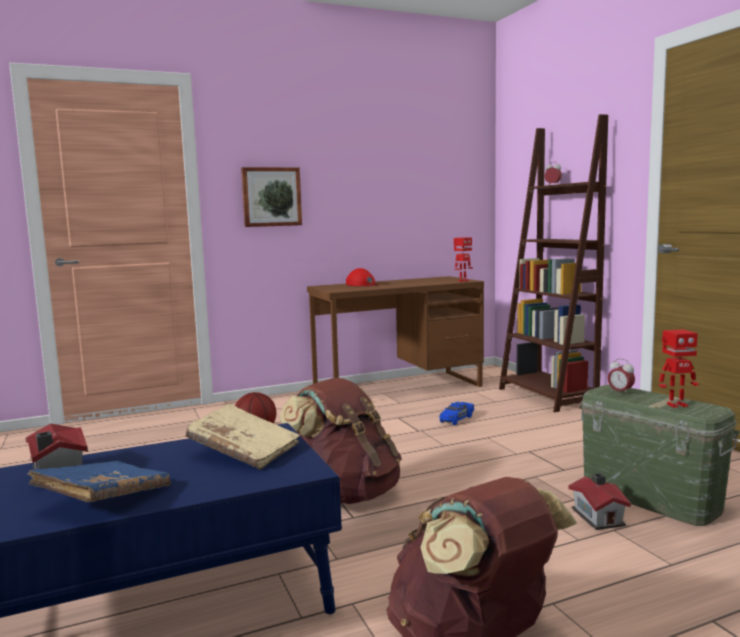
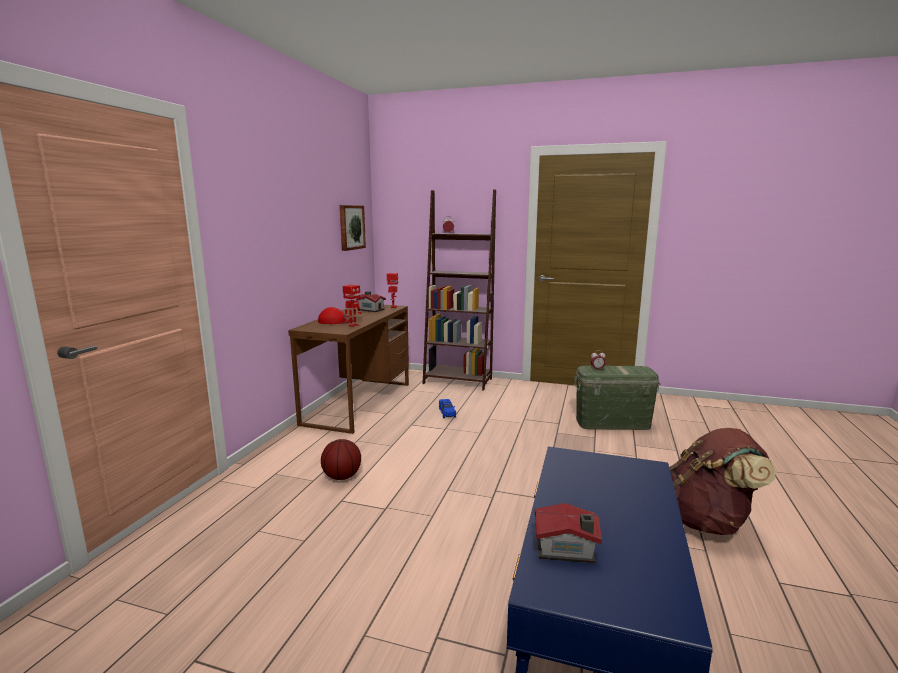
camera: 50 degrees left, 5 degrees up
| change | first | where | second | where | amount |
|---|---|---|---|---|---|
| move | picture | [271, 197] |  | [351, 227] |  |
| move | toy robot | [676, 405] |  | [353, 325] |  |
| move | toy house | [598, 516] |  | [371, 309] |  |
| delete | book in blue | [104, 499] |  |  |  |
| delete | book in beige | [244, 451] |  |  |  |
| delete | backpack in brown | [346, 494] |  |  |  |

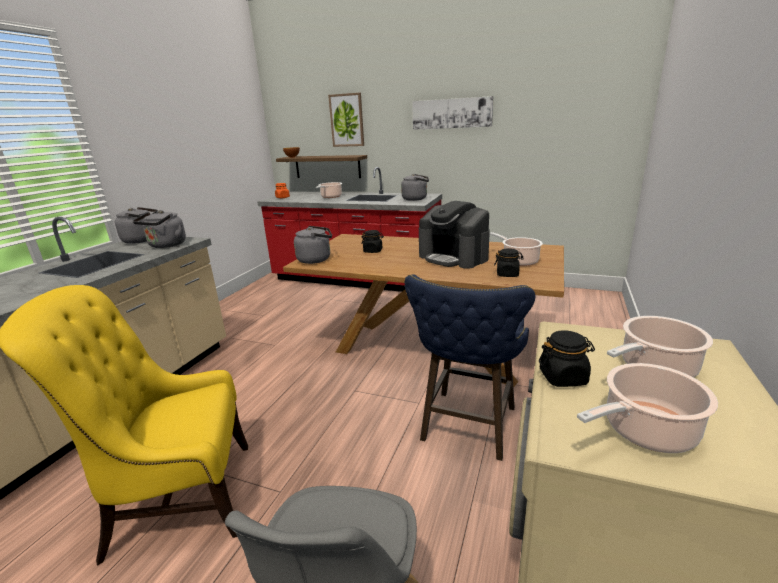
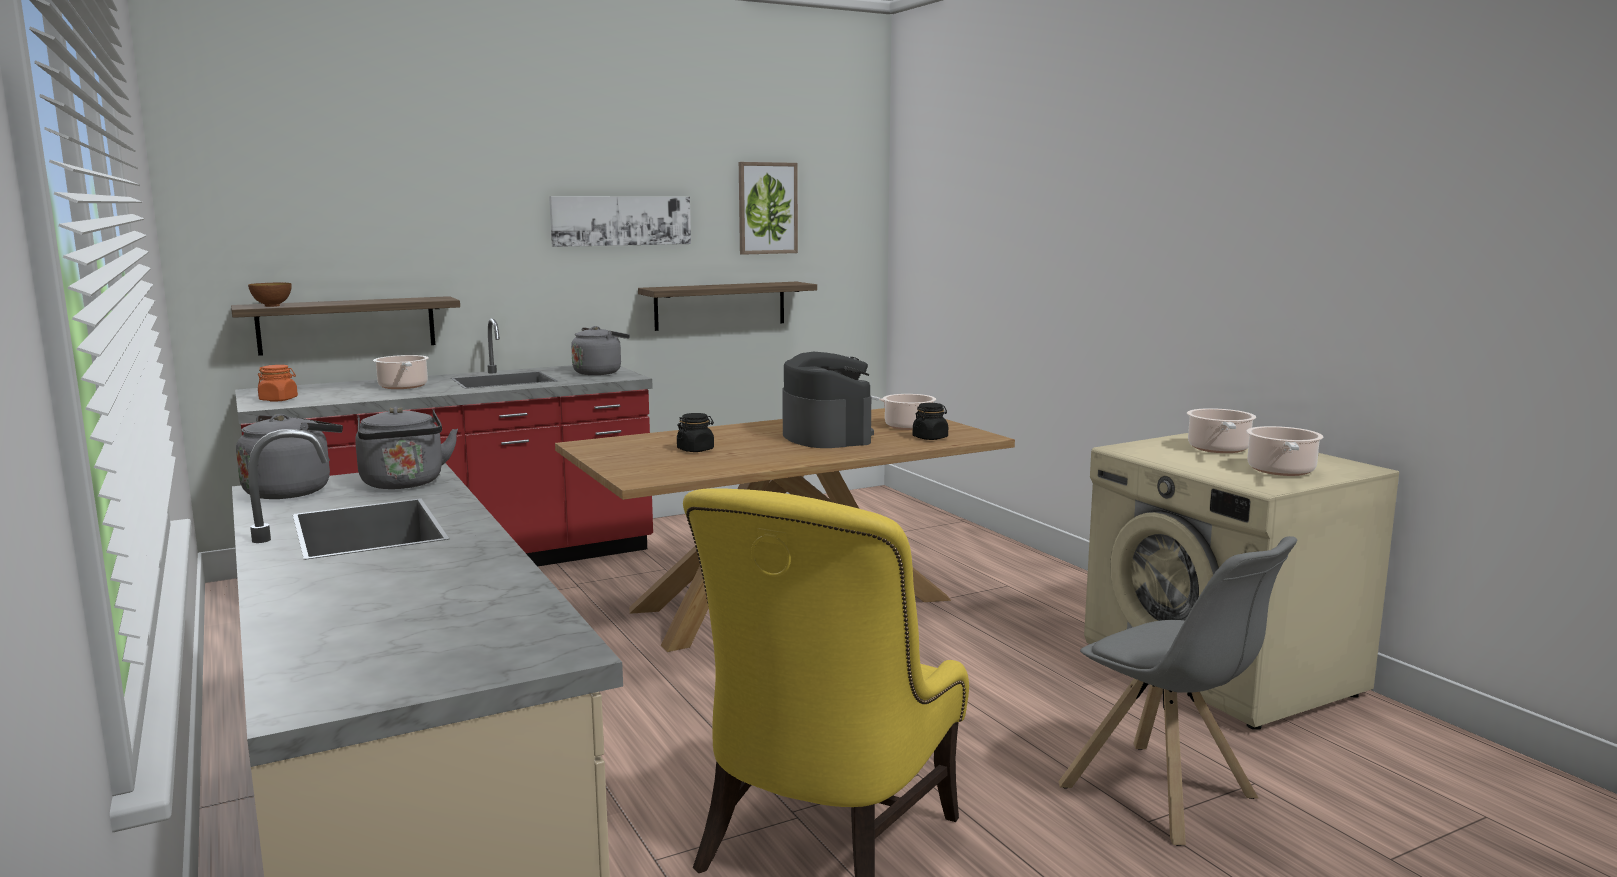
camera: 50 degrees left, 10 degrees down
| change | first | where | second | where | amount |
|---|---|---|---|---|---|
| insert |  |  | shelf | [720, 305] |  |
| move | picture | [347, 120] |  | [767, 208] |  |
| rotate | coffee machine | [454, 257] |  | [826, 436] | 105 degrees counterclockwise |
| delete | kettle in grey | [316, 259] |  |  |  |
| delete | stool in blue | [467, 426] |  |  |  |
| delete | jar in black | [563, 377] |  |  |  |

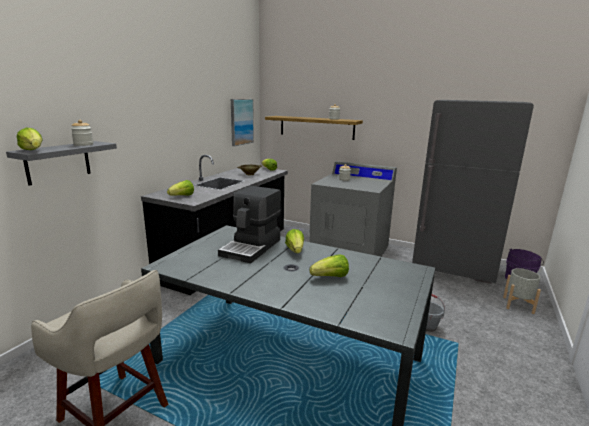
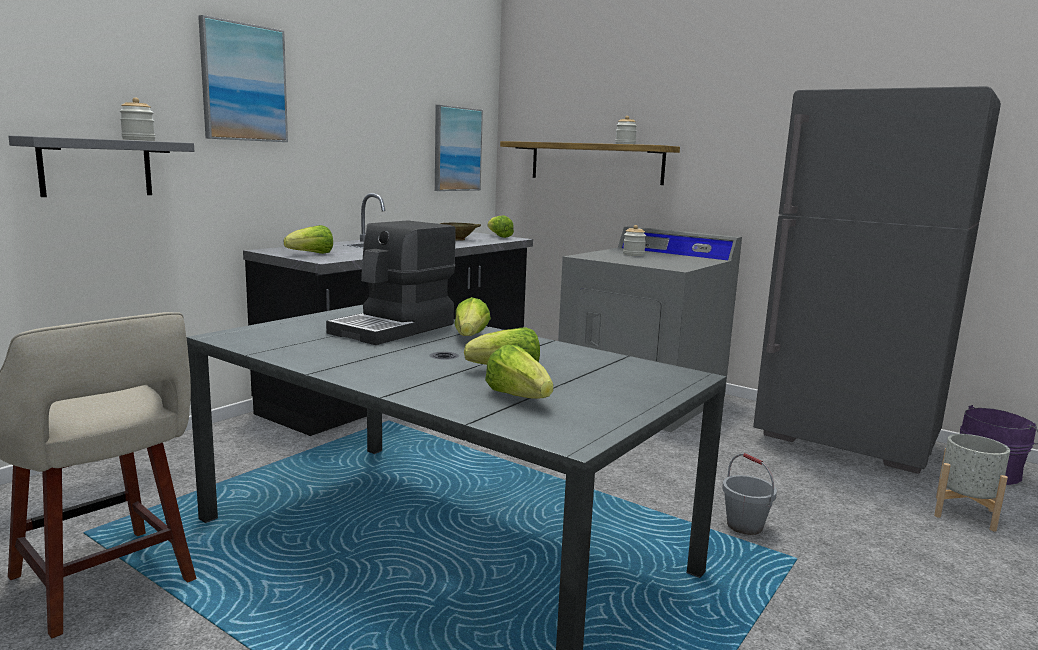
camera: 10 degrees right, 5 degrees down
| change | first | where | second | where | amount |
|---|---|---|---|---|---|
| insert |  |  | picture | [243, 83] |  |
| move | lettuce | [33, 151] |  | [518, 397] |  |

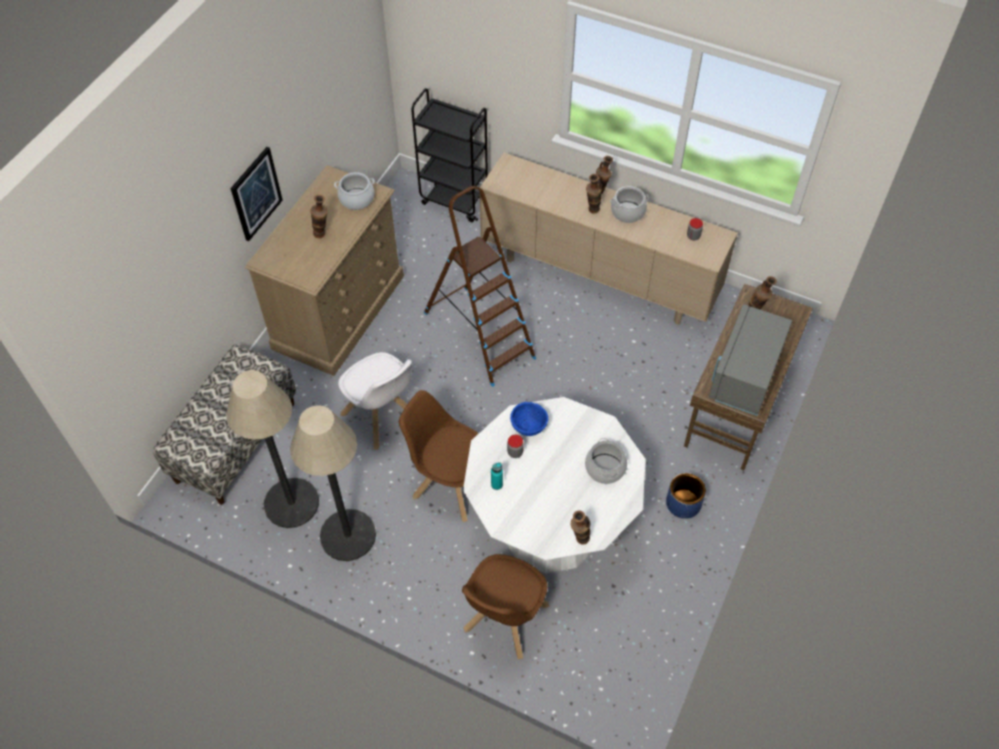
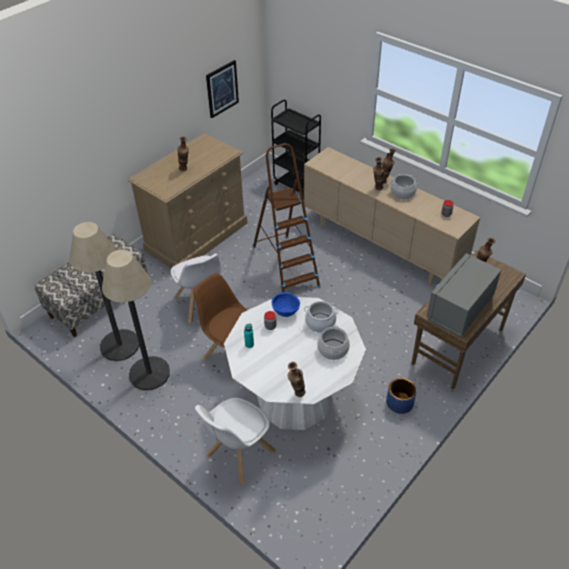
camera: 15 degrees right, 10 degrees down
| change | first | where | second | where | amount |
|---|---|---|---|---|---|
| recolor | chair in brown | [504, 621] | chair in white | [238, 455] |  |
| move | picture | [256, 194] |  | [222, 89] |  |
| move | cooking pot | [356, 199] |  | [320, 323] |  |

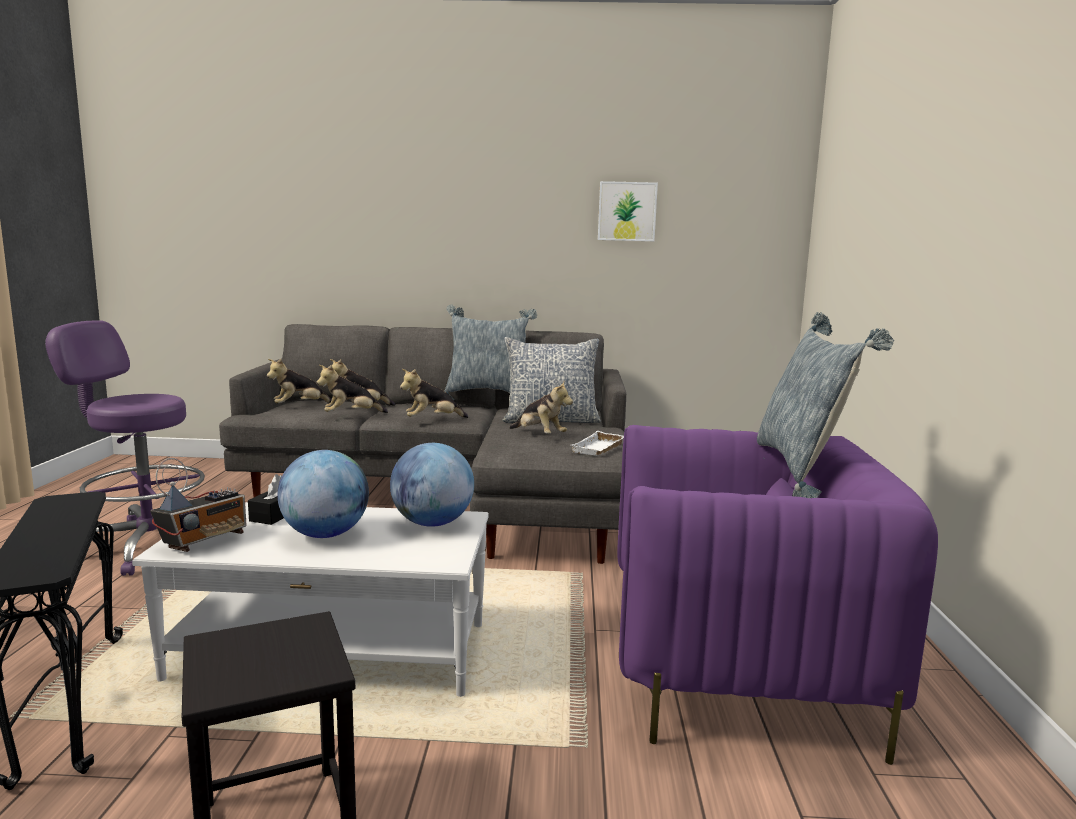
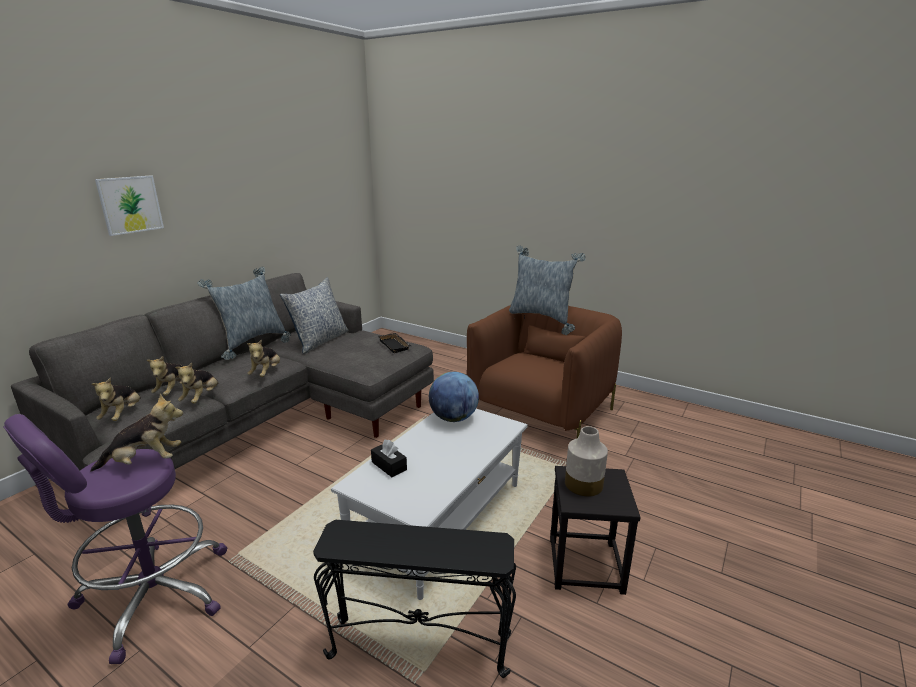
camera: 60 degrees left, 10 degrees up
| change | first | where | second | where | amount |
|---|---|---|---|---|---|
| move | plush toy | [539, 435] |  | [145, 462] |  |
| move | picture | [627, 211] |  | [130, 204] |  |
| recolor | tray in white | [599, 449] | tray in black | [395, 345] |  |
| recolor | armchair in purple | [742, 669] | armchair in brown | [541, 411] |  |
| insert |  |  | vase in beige | [584, 484] |  |
| delete | radio | [205, 541] |  |  |  |
| delete | globe | [325, 534] |  |  |  |

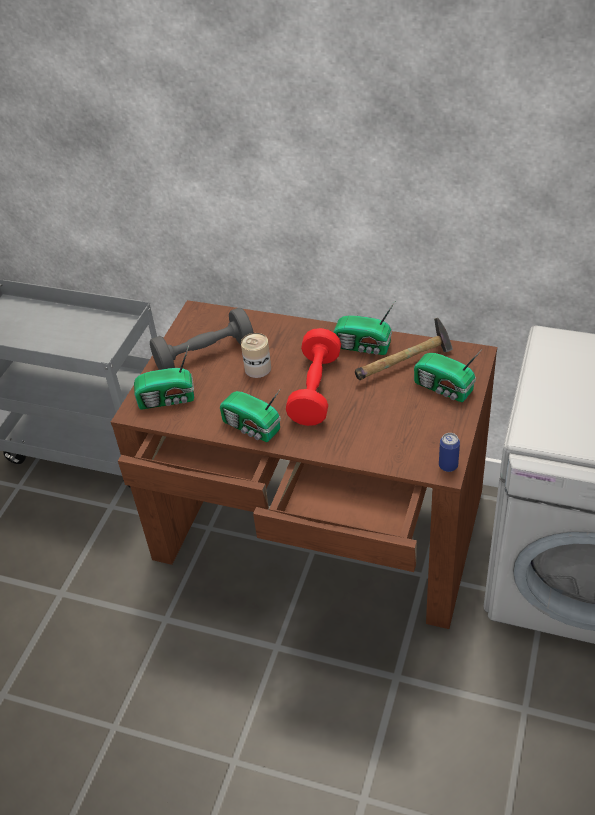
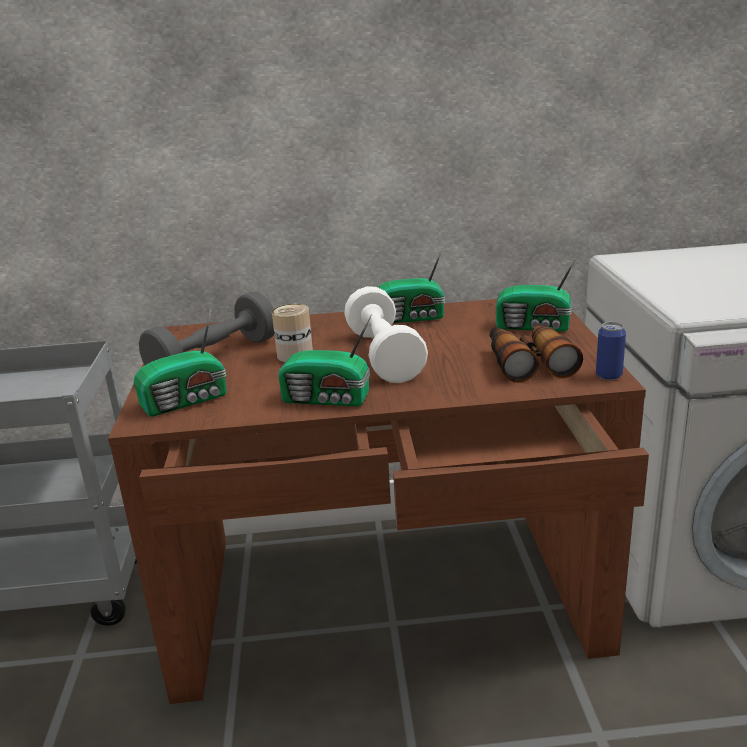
camera: 25 degrees left, 20 degrees down
| change | first | where | second | where | amount |
|---|---|---|---|---|---|
| recolor | dumbbell in red | [315, 390] | dumbbell in white | [384, 356] |  |
| insert |  |  | binoculars | [528, 362] |  |
| delete | hammer | [405, 363] |  |  |  |

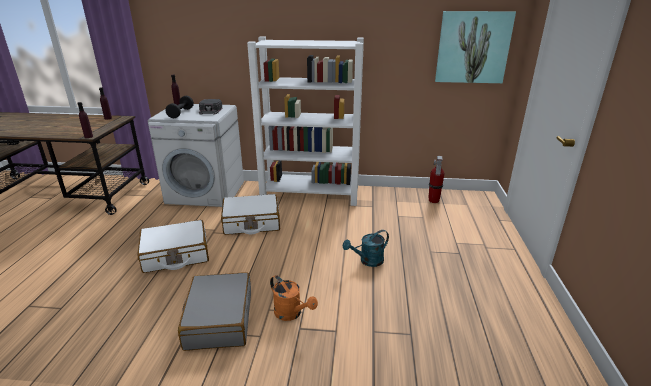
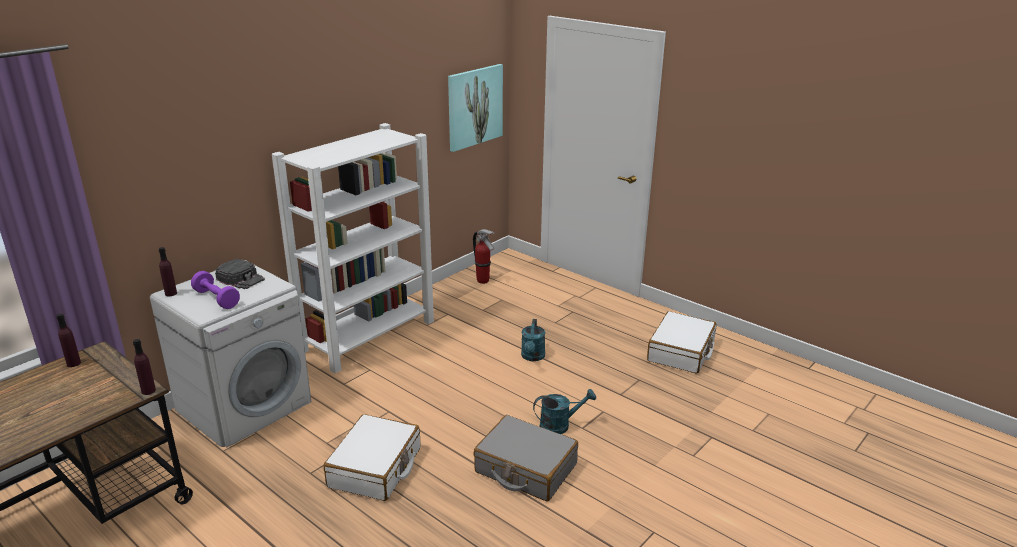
camera: 55 degrees left, 0 degrees up
| change | first | where | second | where | amount |
|---|---|---|---|---|---|
| recolor | dumbbell in black | [181, 113] | dumbbell in purple | [216, 299] |  |
| recolor | watering can in orange | [291, 314] | watering can in turquoise | [560, 425] |  |
| move | suitcase in white | [251, 222] |  | [681, 352] |  |

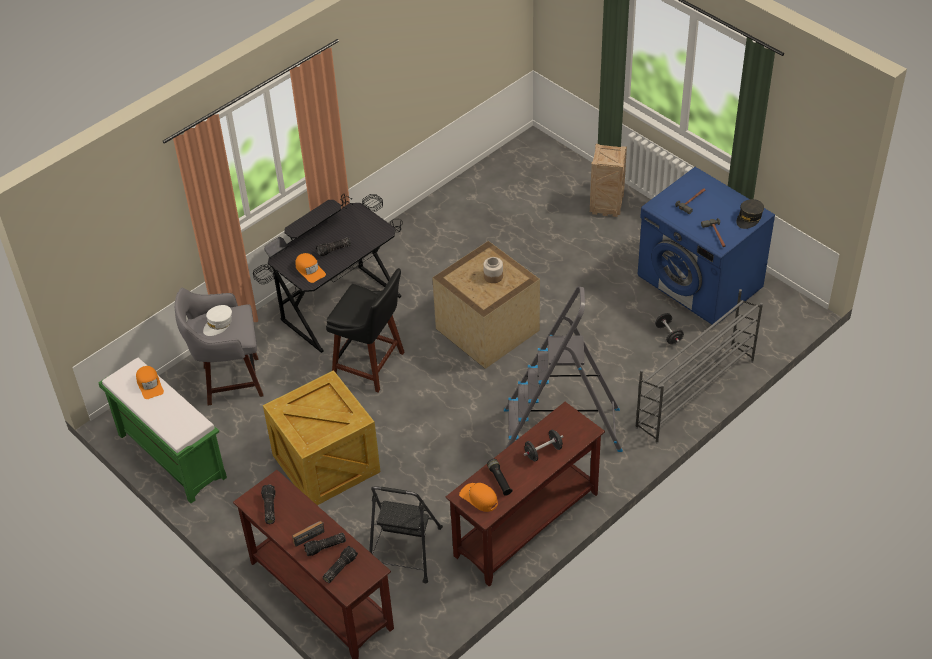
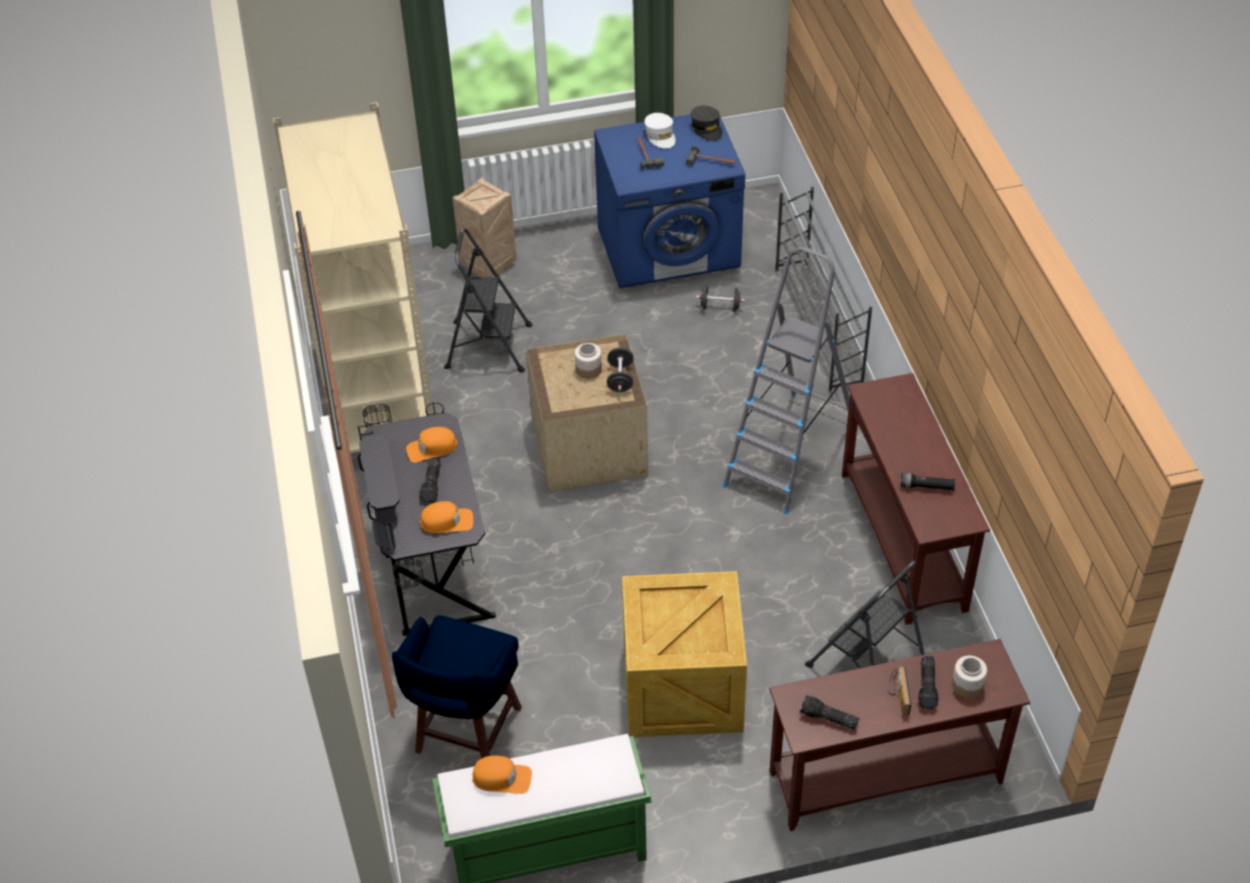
camera: 60 degrees left, 0 degrees up
| change | first | where | second | where | amount |
|---|---|---|---|---|---|
| insert |  |  | bookcase in beige | [377, 401] |  |
| recolor | stool in grey | [229, 381] | stool in blue | [466, 734] |  |
| move | cap in orange | [479, 498] |  | [432, 448] |  |
| insert |  |  | step ladder in black | [485, 345] |  |
| move | dumbbell in black | [543, 452] |  | [620, 378] |  |
| move | cap in white | [218, 324] |  | [660, 135] |  |
| replace | flashlight | [339, 567] | jar | [967, 685] |  |
| delete | chair in black | [371, 365] |  |  |  |

